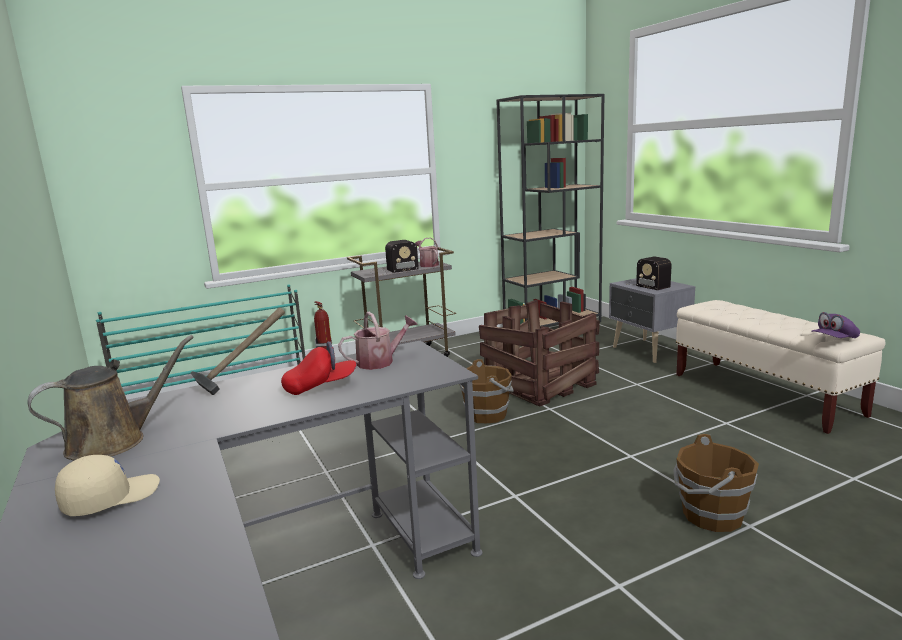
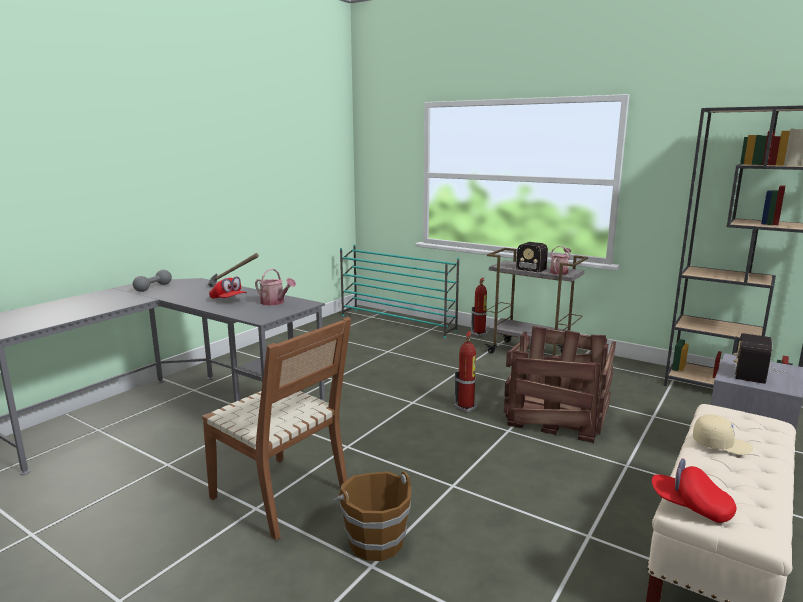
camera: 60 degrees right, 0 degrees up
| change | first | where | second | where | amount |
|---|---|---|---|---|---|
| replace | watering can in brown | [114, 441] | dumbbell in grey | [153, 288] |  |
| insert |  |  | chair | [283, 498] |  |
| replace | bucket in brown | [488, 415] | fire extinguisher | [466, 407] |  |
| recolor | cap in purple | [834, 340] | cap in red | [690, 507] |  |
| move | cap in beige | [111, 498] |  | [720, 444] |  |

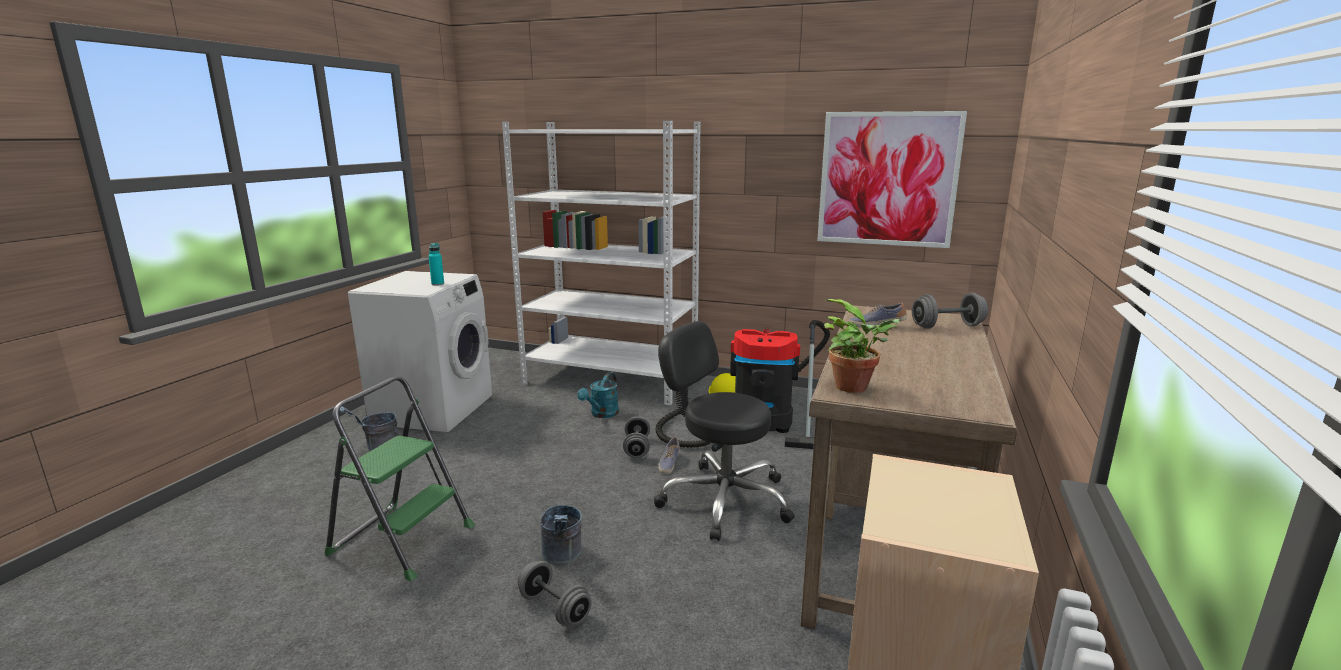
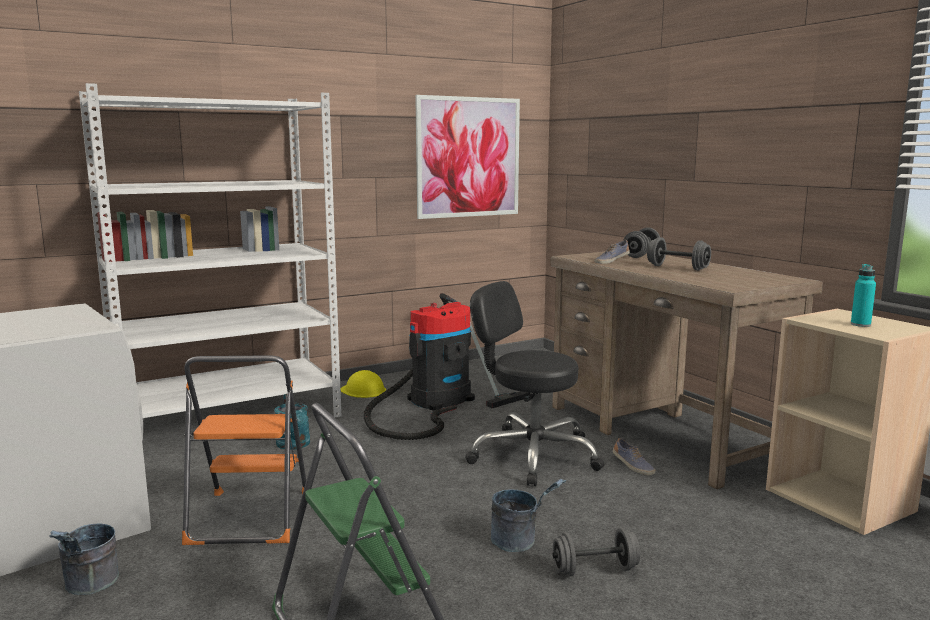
camera: 50 degrees left, 5 degrees down
| change | first | where | second | where | amount |
|---|---|---|---|---|---|
| insert |  |  | step ladder in orange | [247, 519] |  |
| rotate | office chair in black | [719, 498] |  | [528, 455] | 45 degrees clockwise |
| move | shoe | [669, 463] |  | [632, 466] |  |
| move | dumbbell in grey | [637, 448] |  | [677, 268] |  |
| move | bottle in turquoise | [438, 284] |  | [860, 324] |  |
| delete | potted plant | [855, 388] |  |  |  |

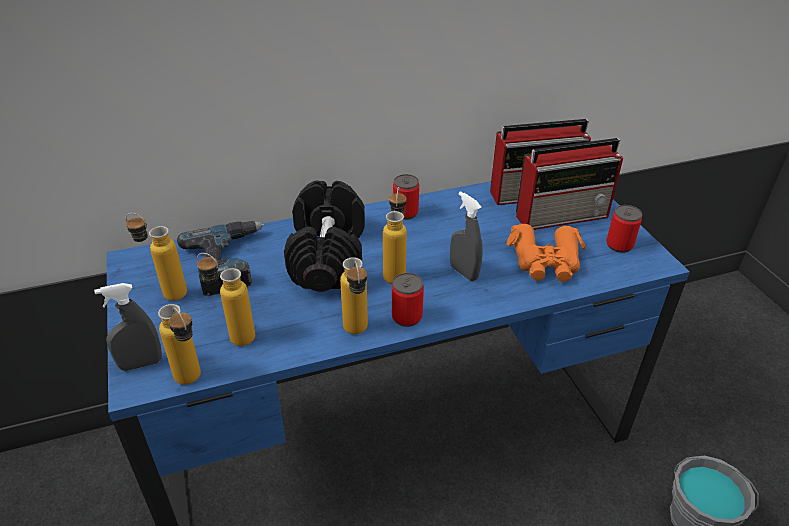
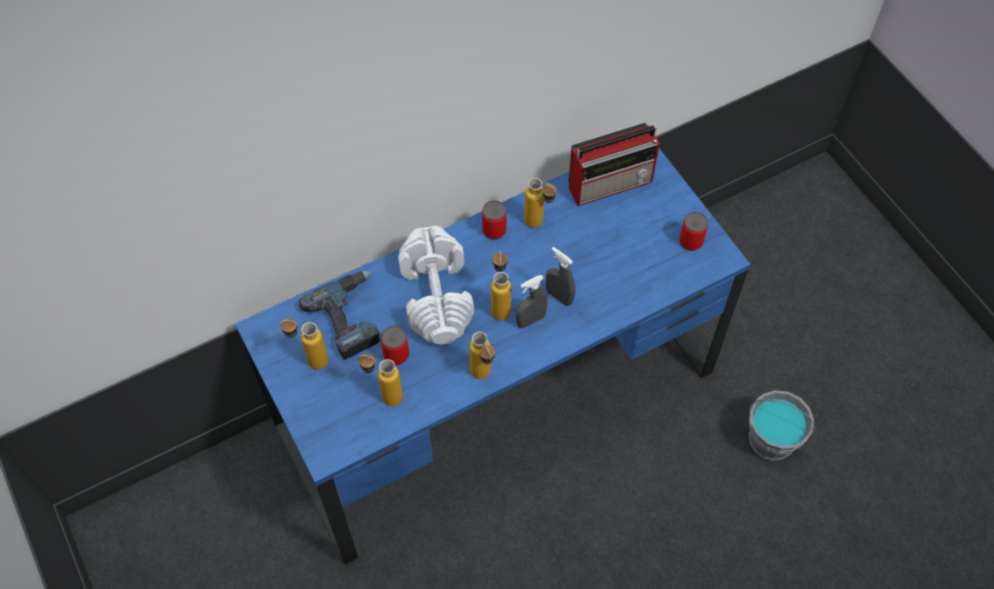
camera: 10 degrees left, 20 degrees up
| change | first | where | second | where | amount |
|---|---|---|---|---|---|
| move | can | [406, 317] |  | [396, 355] |  |
| recolor | dumbbell in black | [328, 256] | dumbbell in white | [437, 297] |  |
| move | spray bottle in grey | [141, 364] |  | [530, 320] |  |
| move | bottle | [192, 382] |  | [539, 225] |  |
| delete | binoculars in orange | [546, 261] |  |  |  |
| delete | radio | [563, 215] |  |  |  |

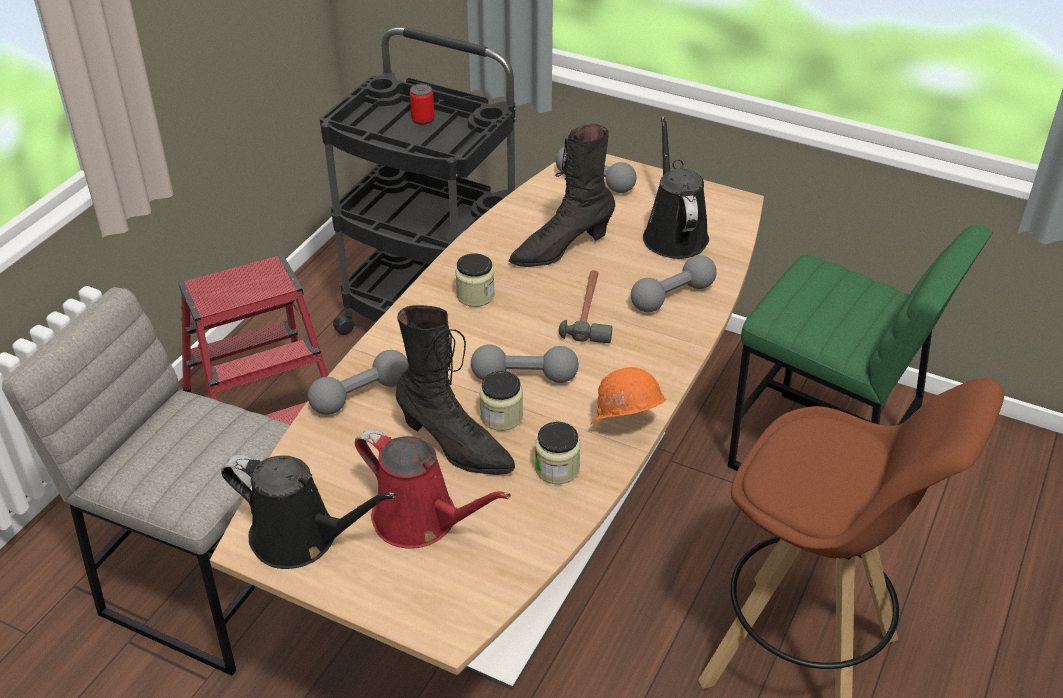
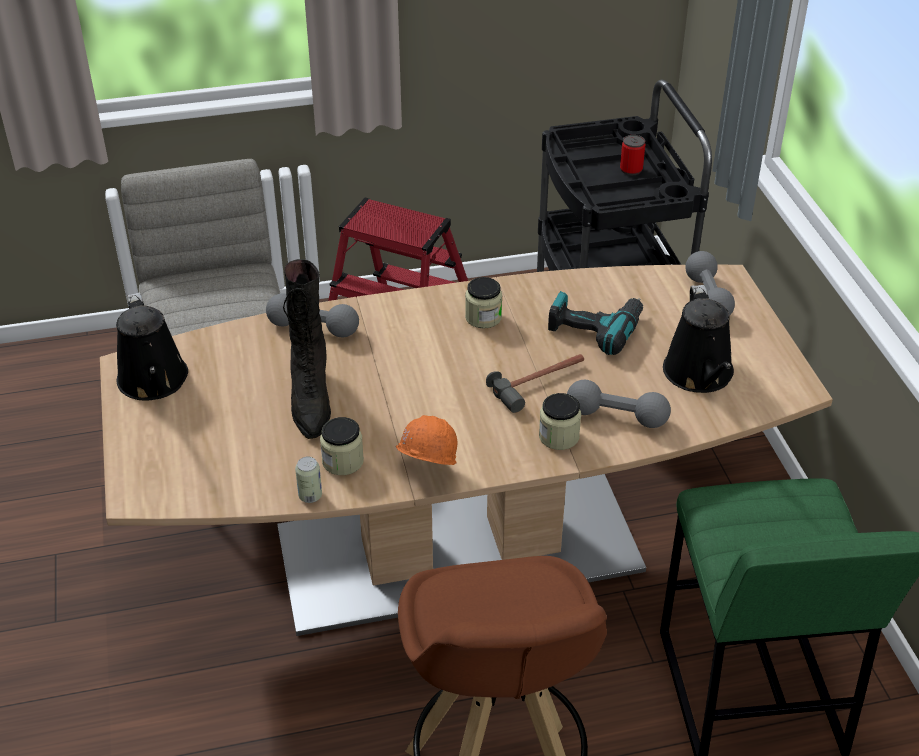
camera: 50 degrees right, 0 degrees up
| change | first | where | second | where | amount |
|---|---|---|---|---|---|
| insert |  |  | can | [310, 496] |  |
| move | jar | [501, 416] |  | [559, 436] |  |
| replace | boot in black | [560, 249] | power drill | [595, 327] |  |
| rotate | watering can in black | [673, 234] |  | [699, 375] | 135 degrees clockwise |
| delete | watering can in red | [421, 520] |  |  |  |
| delete | dumbbell in grey | [524, 377] |  |  |  |

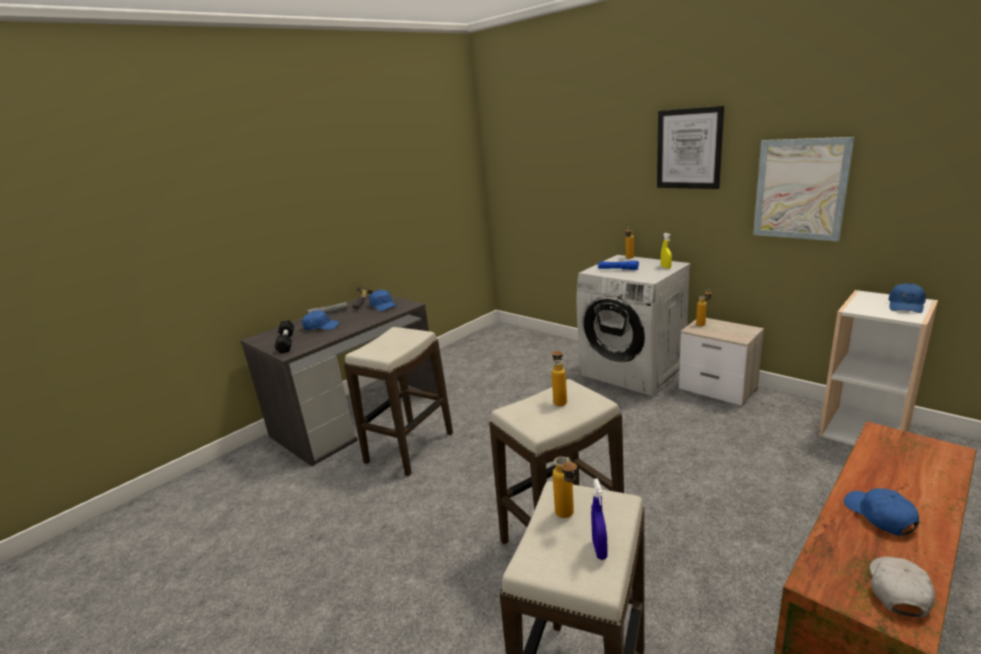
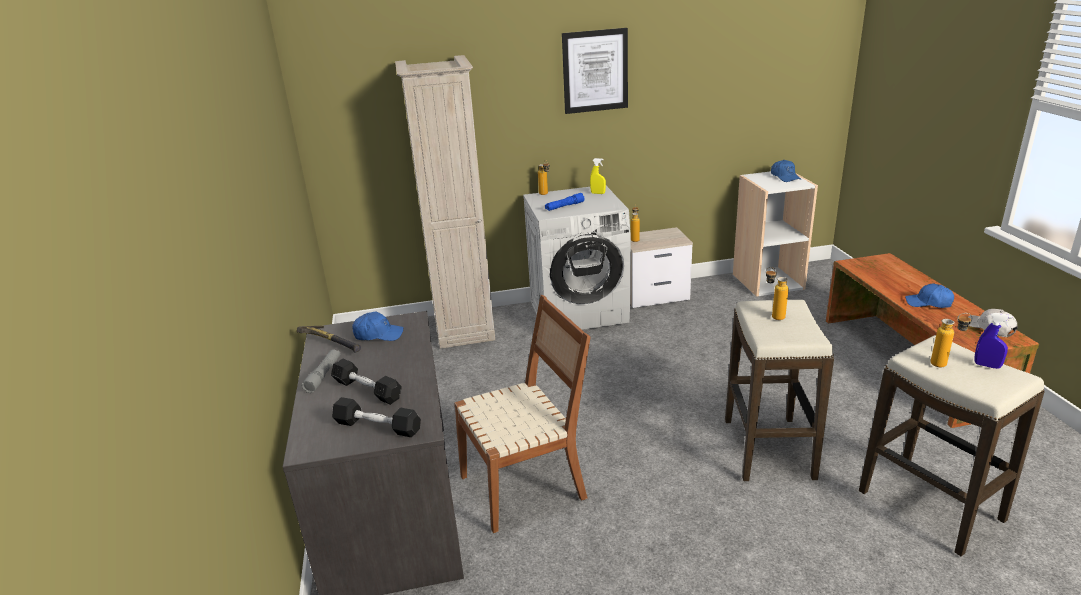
camera: 55 degrees left, 5 degrees up
| change | first | where | second | where | amount |
|---|---|---|---|---|---|
| replace | cap in blue | [321, 327] | dumbbell in black | [367, 390] |  |
| insert |  |  | cabinet in beige | [465, 328] |  |
| replace | stool | [410, 448] | chair | [528, 485] |  |
| delete | picture | [800, 189] |  |  |  |

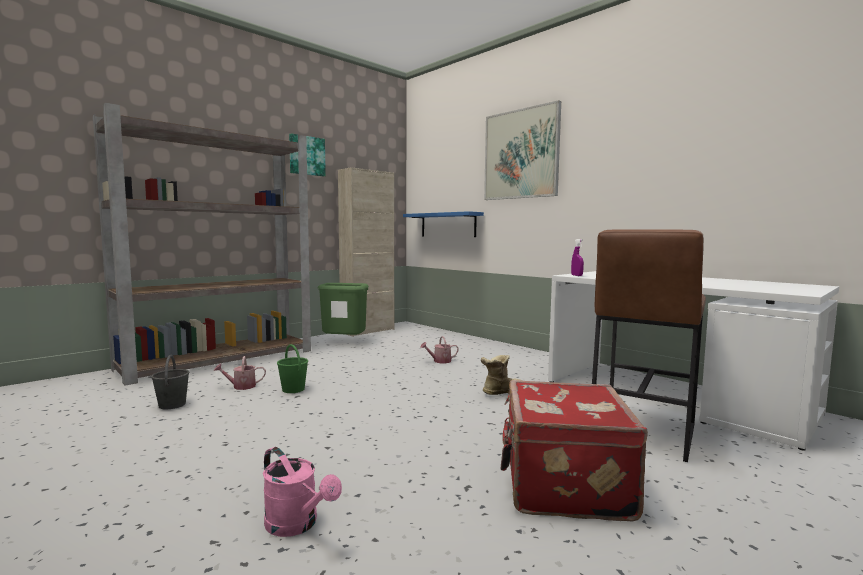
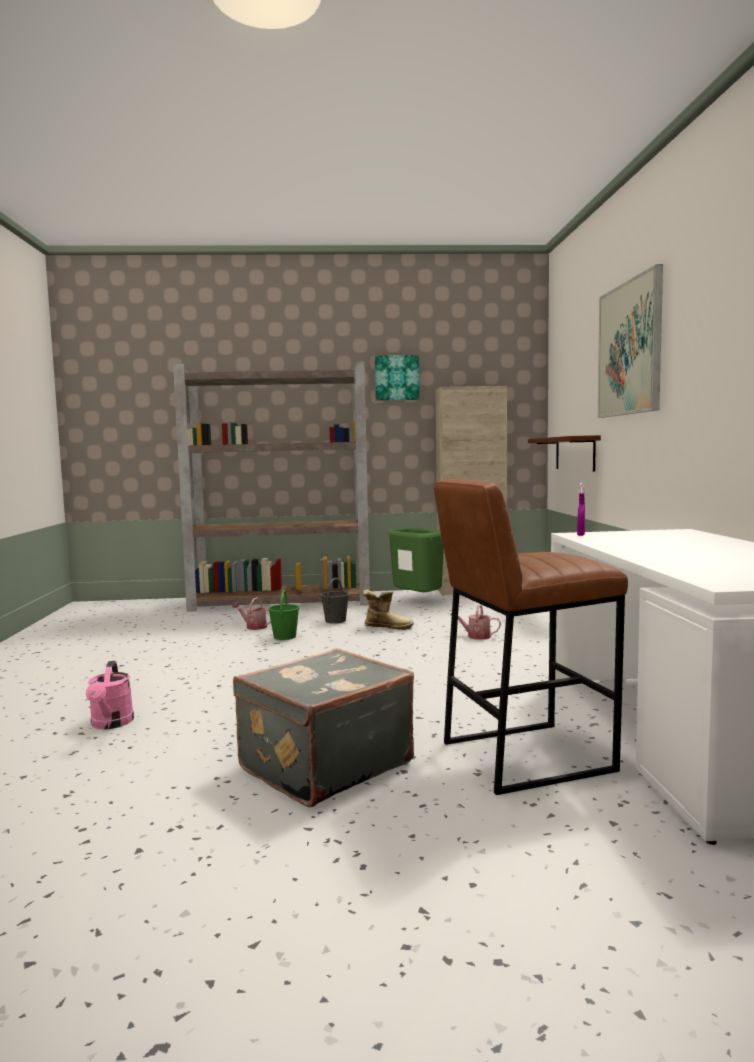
camera: 40 degrees right, 0 degrees up
| change | first | where | second | where | amount |
|---|---|---|---|---|---|
| recolor | suitcase in red | [562, 484] | suitcase in grey | [323, 765] |  |
| move | bucket in grey | [172, 405] |  | [335, 621] |  |
| move | boot | [501, 392] |  | [387, 627] |  |
| recolor | shelf in blue | [448, 225] | shelf in brown | [575, 453] |  |

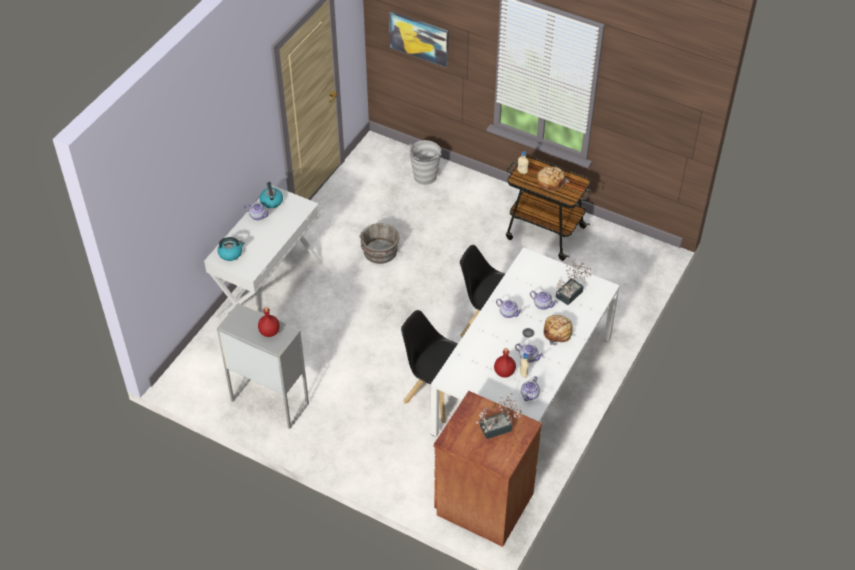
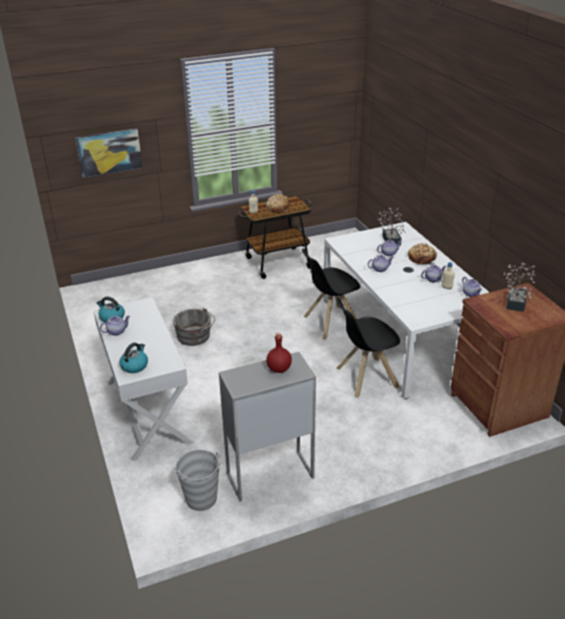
camera: 50 degrees left, 15 degrees down
| change | first | where | second | where | amount |
|---|---|---|---|---|---|
| move | bucket in grey | [425, 177] |  | [201, 499] |  |
| delete | bottle in red | [504, 372] |  |  |  |

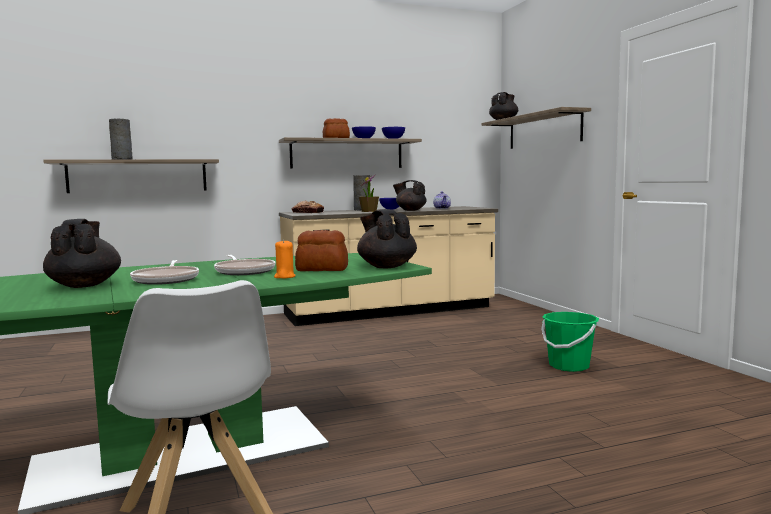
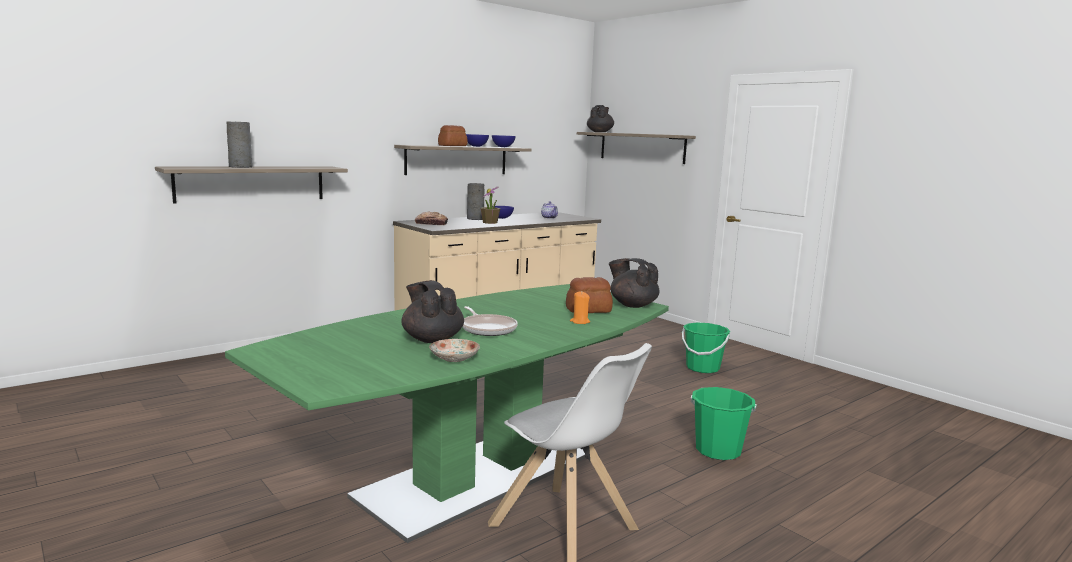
camera: 20 degrees left, 5 degrees up
| change | first | where | second | where | amount |
|---|---|---|---|---|---|
| insert |  |  | plate | [454, 358] |  |
| insert |  |  | bucket in green | [718, 450] |  |
| delete | frying pan | [244, 271] |  |  |  |
| delete | teapot in black | [410, 210] |  |  |  |

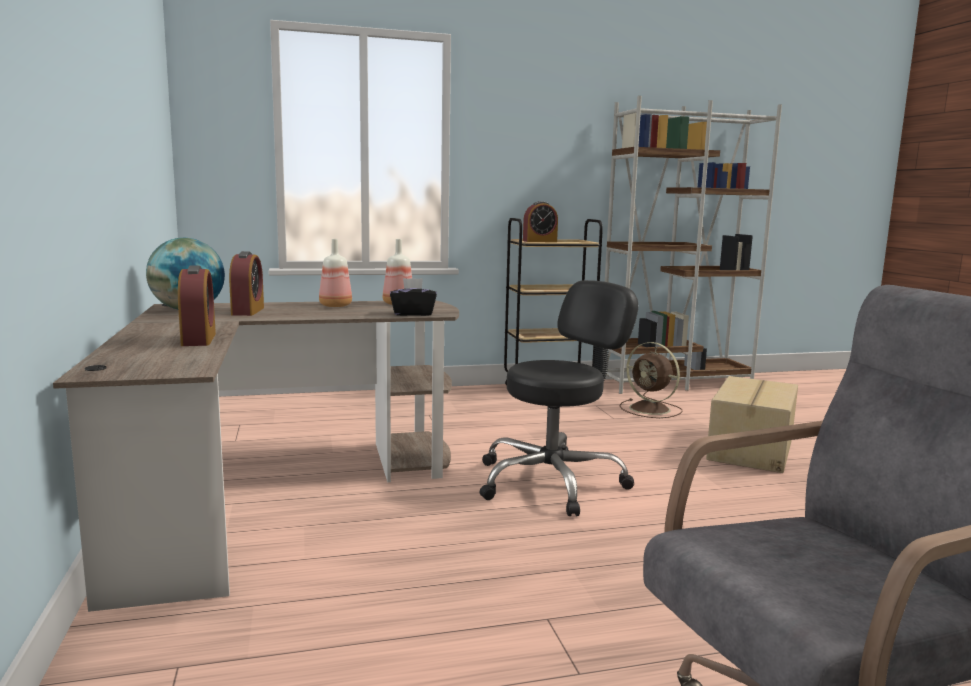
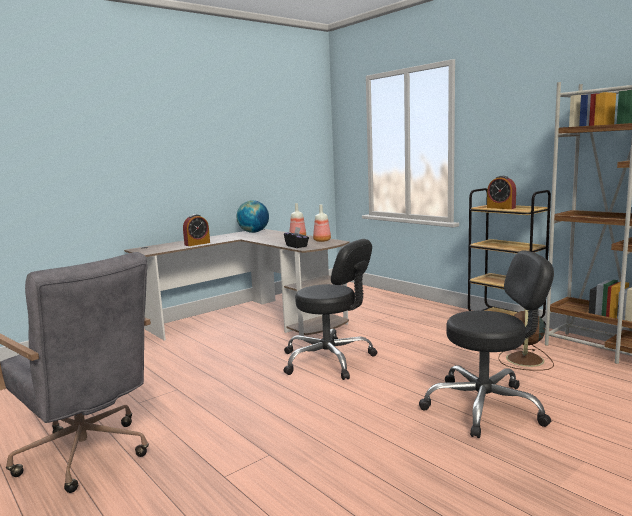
camera: 65 degrees right, 0 degrees up
| change | first | where | second | where | amount |
|---|---|---|---|---|---|
| replace | cardboard box | [752, 449] | office chair in black | [489, 406] |  |
| delete | alarm clock | [248, 311] |  |  |  |

